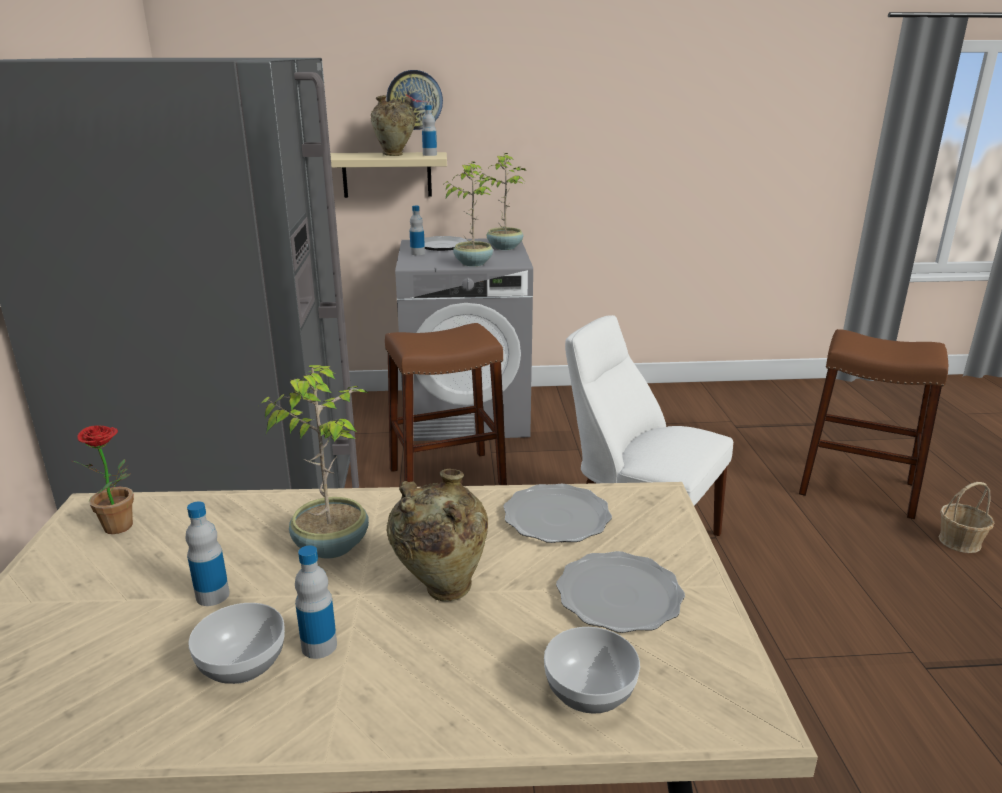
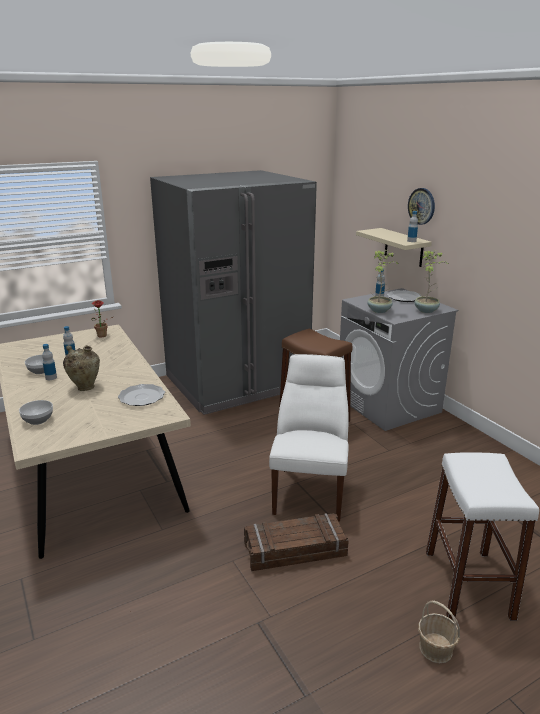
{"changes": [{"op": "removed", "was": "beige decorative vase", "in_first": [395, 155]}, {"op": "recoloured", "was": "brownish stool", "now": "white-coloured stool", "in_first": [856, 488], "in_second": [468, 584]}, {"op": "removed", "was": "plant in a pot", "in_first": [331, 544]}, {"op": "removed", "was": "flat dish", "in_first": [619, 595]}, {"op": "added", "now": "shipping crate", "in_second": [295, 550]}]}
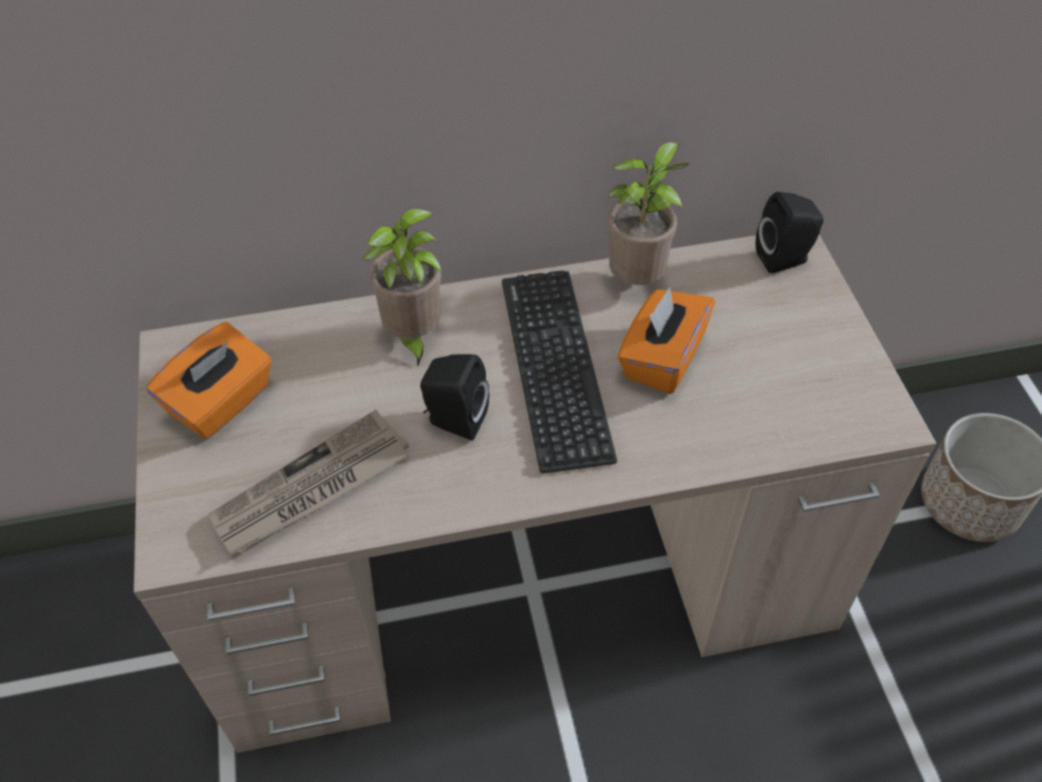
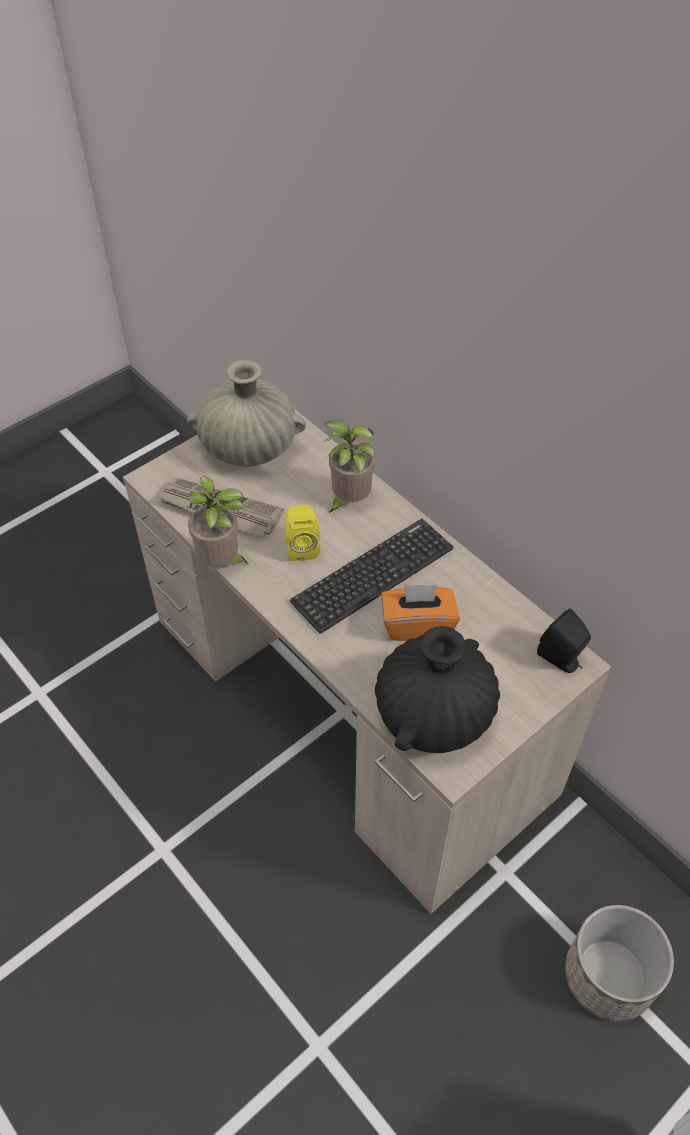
{"changes": [{"op": "moved", "was": "plant in a pot", "in_first": [638, 280], "in_second": [222, 563]}, {"op": "replaced", "was": "orange tissue holder", "now": "beige decorative vase", "in_first": [222, 403], "in_second": [249, 447]}, {"op": "recoloured", "was": "blackish loudspeaker", "now": "yellowish loudspeaker", "in_first": [454, 420], "in_second": [302, 546]}, {"op": "added", "now": "blackish decorative vase", "in_second": [433, 714]}]}
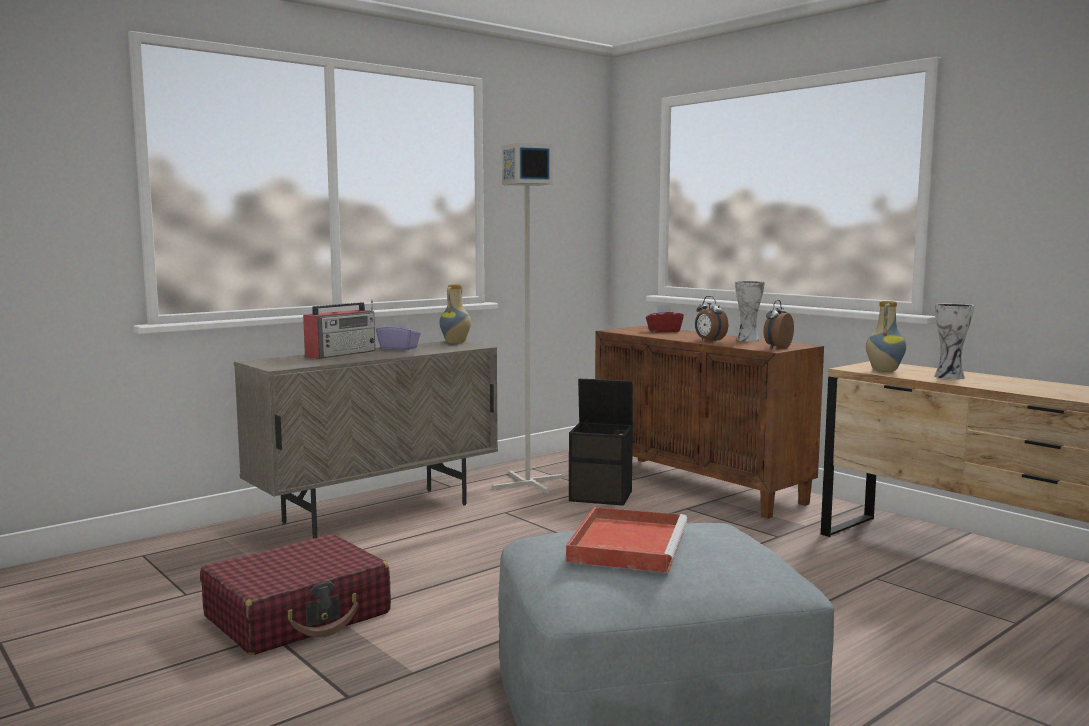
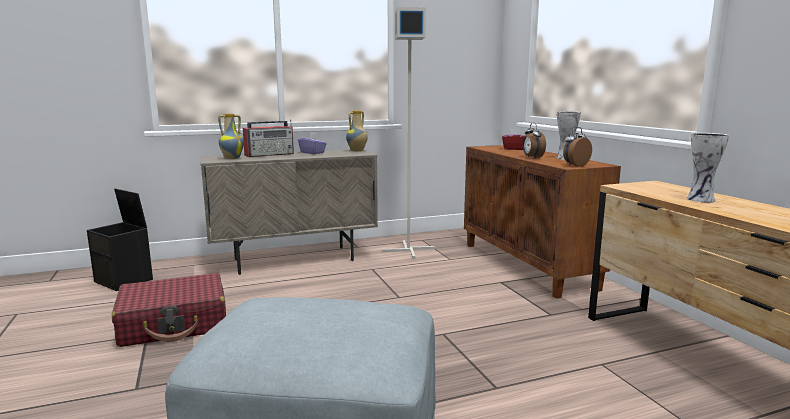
{"changes": [{"op": "moved", "was": "decorative vase", "in_first": [883, 370], "in_second": [232, 158]}, {"op": "moved", "was": "blackish storage bin", "in_first": [602, 496], "in_second": [125, 280]}, {"op": "removed", "was": "reddish tray", "in_first": [627, 544]}]}
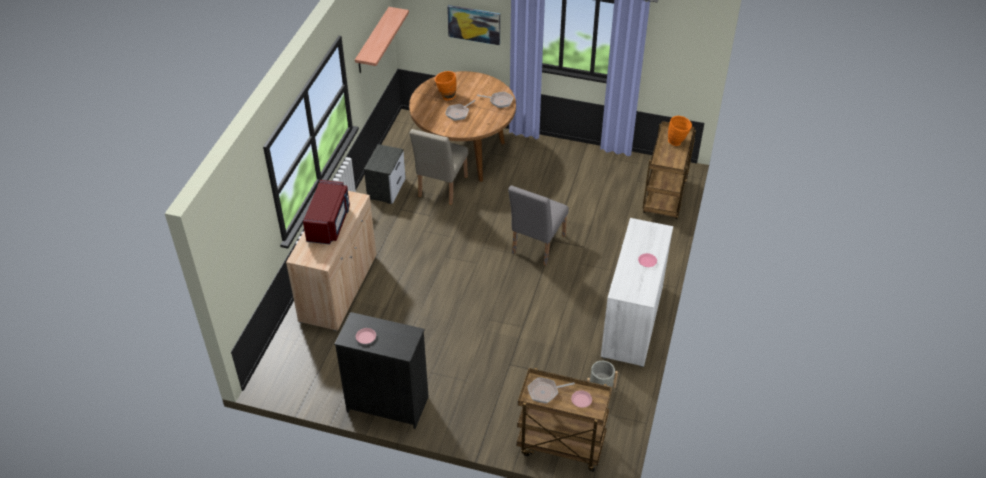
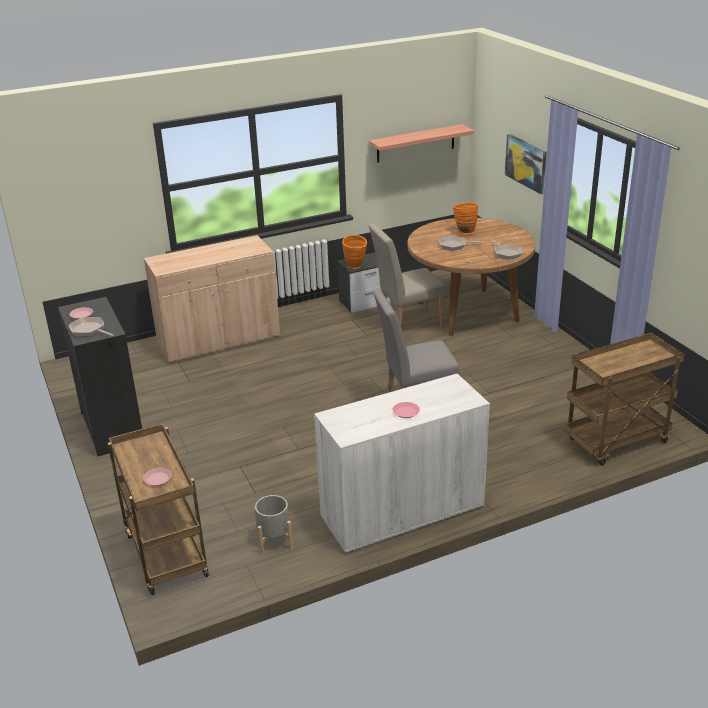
{"changes": [{"op": "moved", "was": "orange decorative vase", "in_first": [677, 143], "in_second": [355, 267]}, {"op": "removed", "was": "reddish kitchen microwave", "in_first": [329, 223]}, {"op": "moved", "was": "frying pan", "in_first": [545, 392], "in_second": [89, 330]}]}
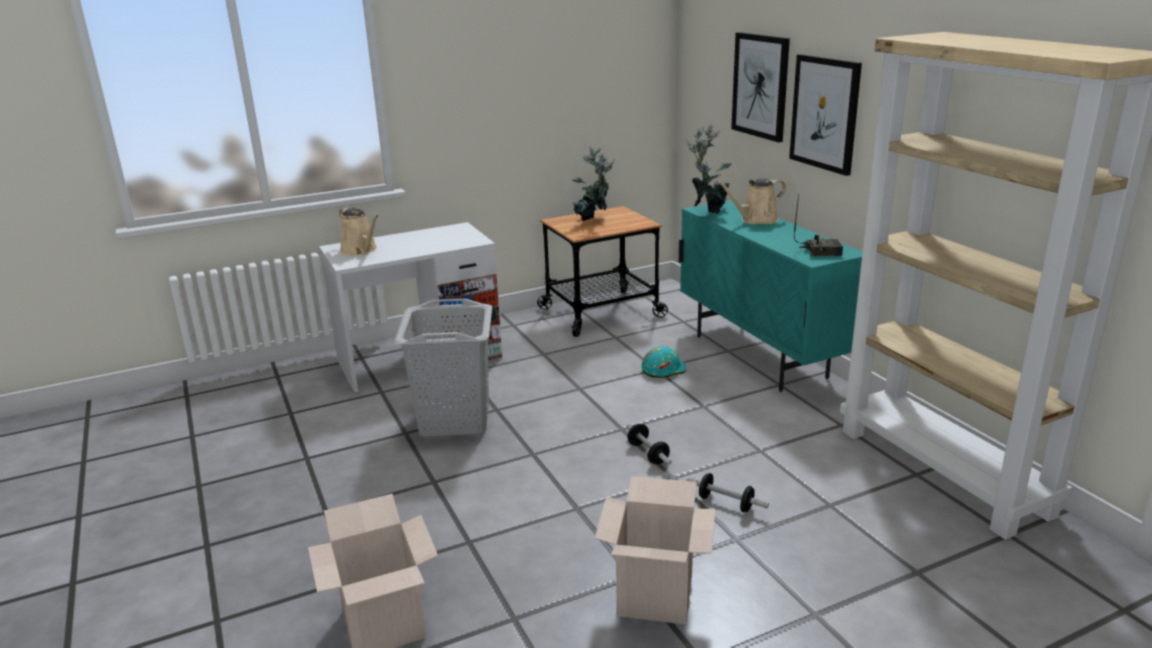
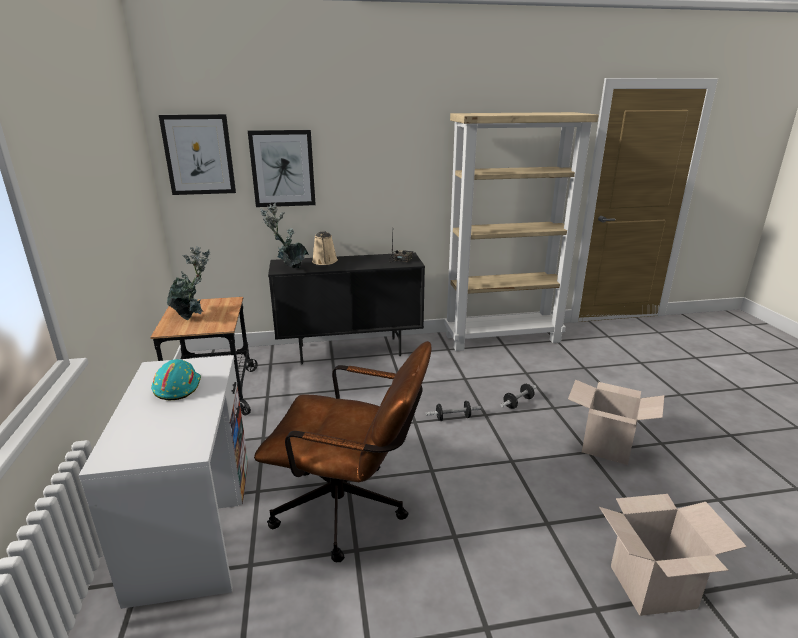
{"changes": [{"op": "moved", "was": "picture", "in_first": [825, 113], "in_second": [199, 155]}, {"op": "recoloured", "was": "turquoise storage cabinet", "now": "blackish storage cabinet", "in_first": [760, 356], "in_second": [350, 351]}, {"op": "removed", "was": "beige watering can", "in_first": [360, 250]}, {"op": "replaced", "was": "grey laundry basket", "now": "brownish computer chair", "in_first": [454, 420], "in_second": [351, 510]}, {"op": "moved", "was": "turquoise work helmet", "in_first": [663, 369], "in_second": [177, 387]}]}
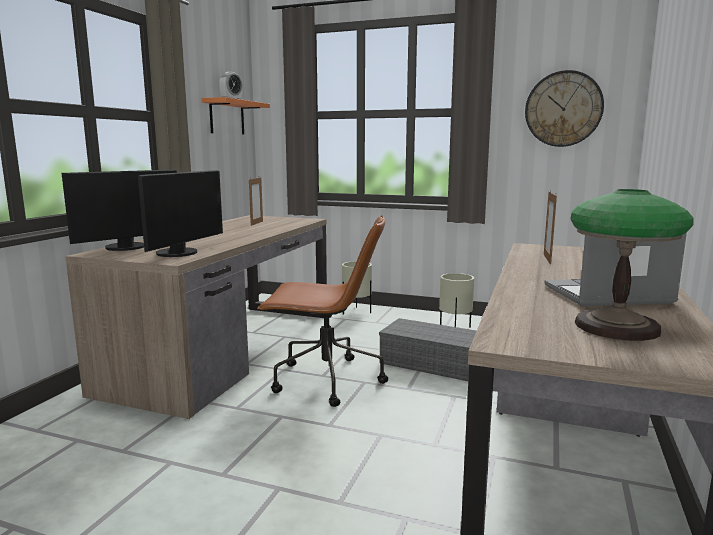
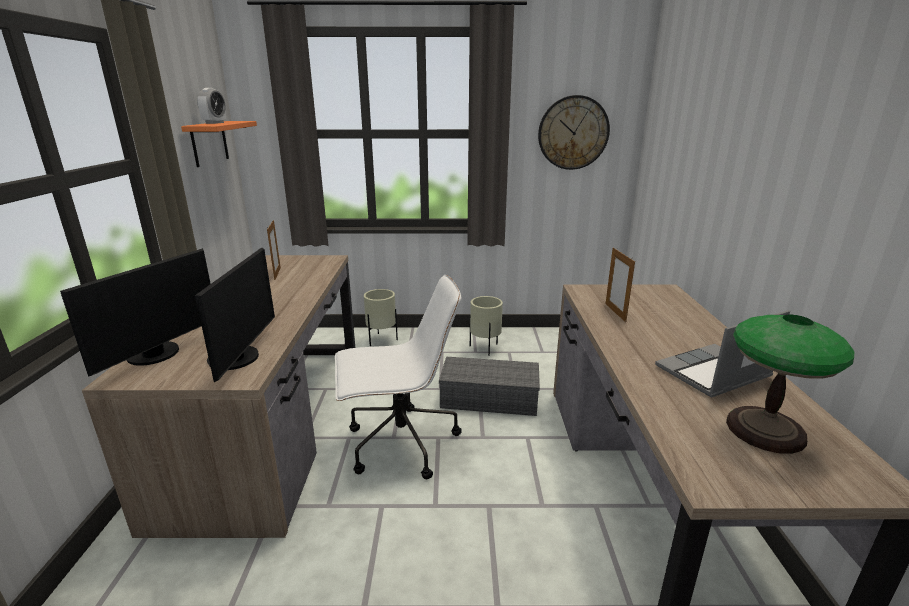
{"changes": [{"op": "recoloured", "was": "brownish computer chair", "now": "white-coloured computer chair", "in_first": [325, 380], "in_second": [400, 444]}]}
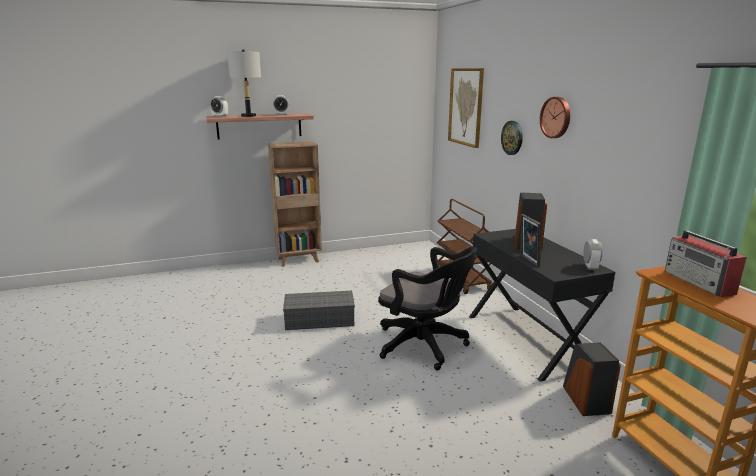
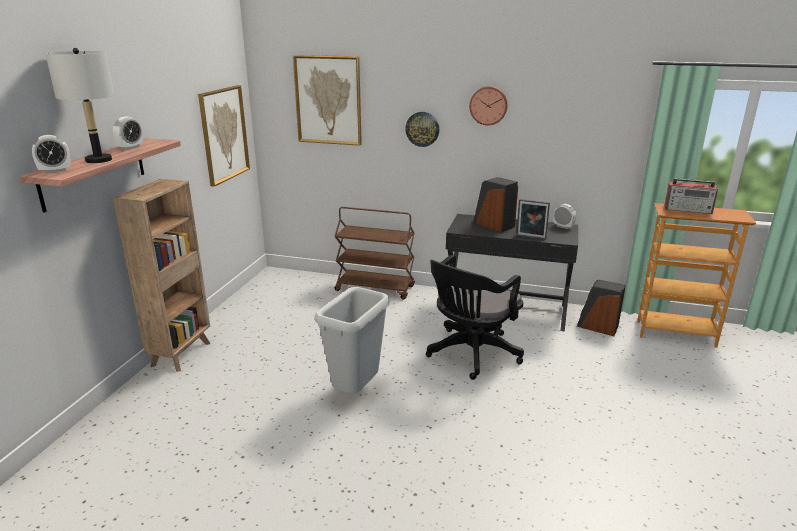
{"changes": [{"op": "turned", "was": "blackish computer chair", "in_first": [425, 346], "in_second": [470, 354], "clockwise": 150}, {"op": "replaced", "was": "grey storage bin", "now": "grey trash can", "in_first": [320, 319], "in_second": [355, 391]}, {"op": "added", "now": "picture", "in_second": [224, 134]}]}
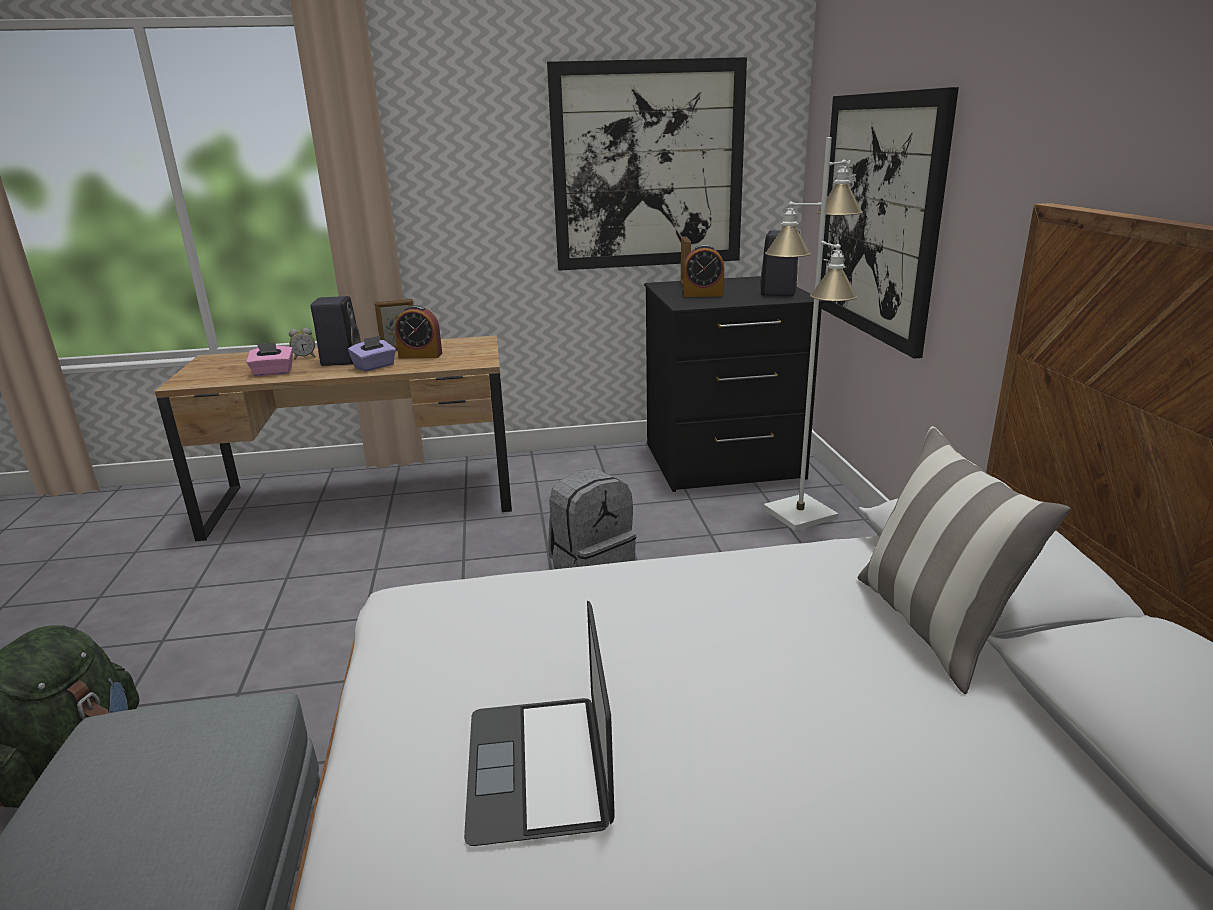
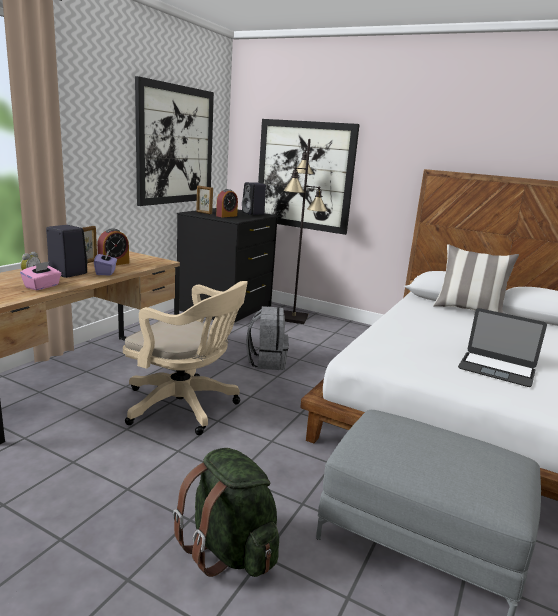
{"changes": [{"op": "recoloured", "was": "white-coloured standard lamp", "now": "blackish standard lamp", "in_first": [801, 514], "in_second": [294, 318]}, {"op": "added", "now": "beige computer chair", "in_second": [186, 407]}]}
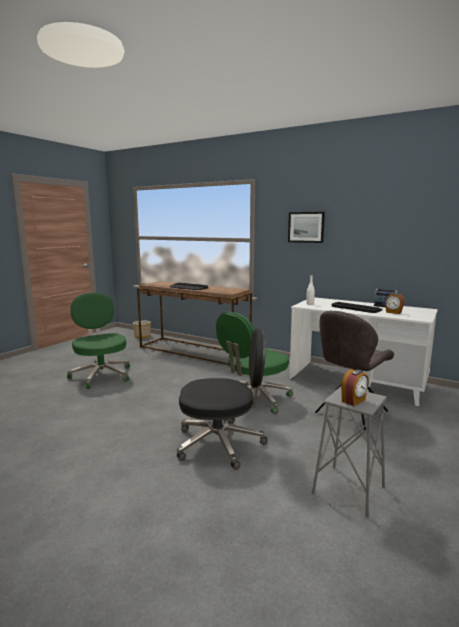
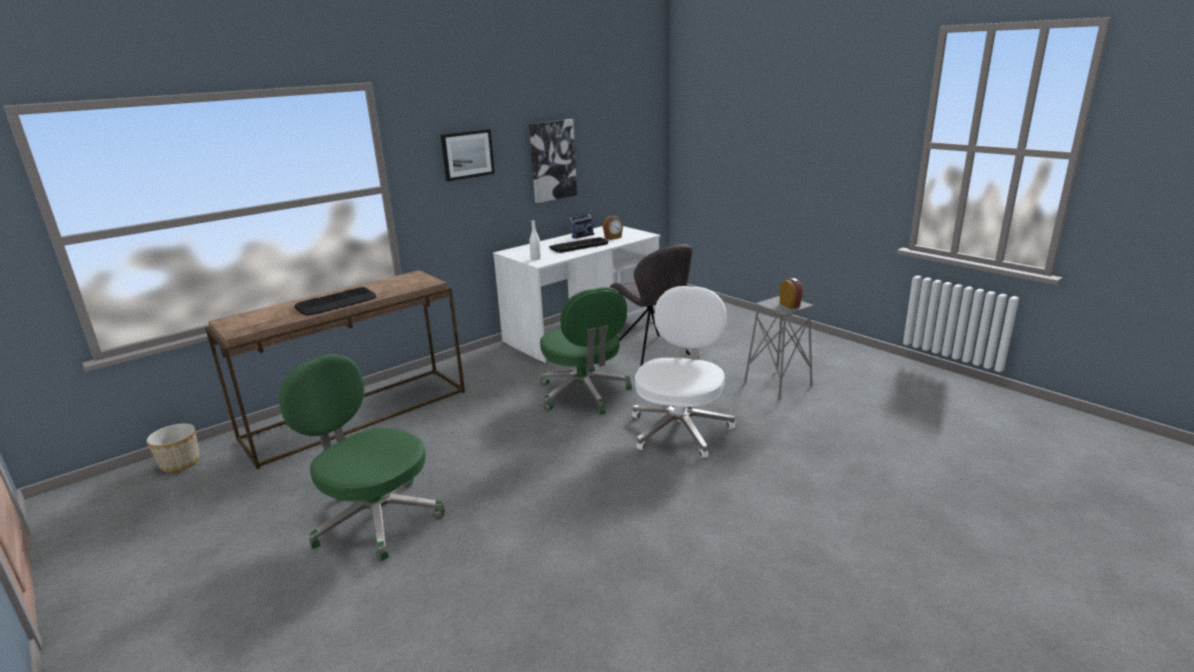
{"changes": [{"op": "turned", "was": "green computer chair", "in_first": [101, 375], "in_second": [375, 518], "clockwise": 45}, {"op": "recoloured", "was": "blackish computer chair", "now": "white-coloured computer chair", "in_first": [221, 443], "in_second": [680, 429]}, {"op": "added", "now": "picture", "in_second": [552, 160]}]}
